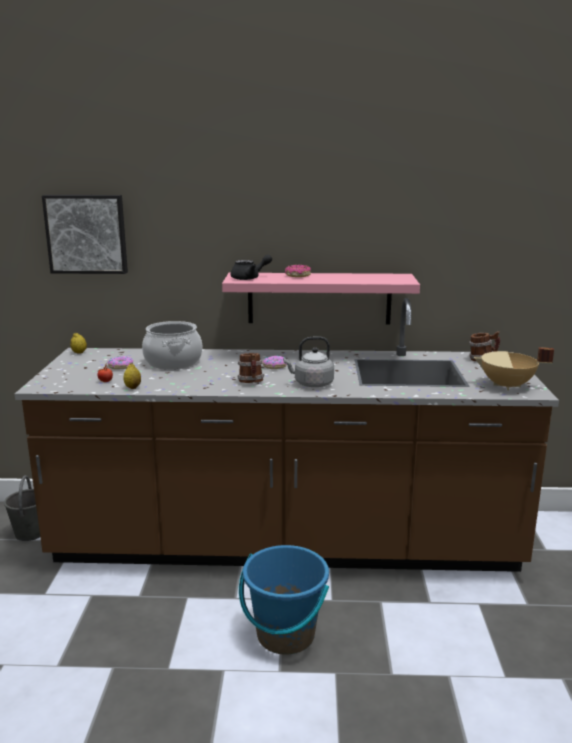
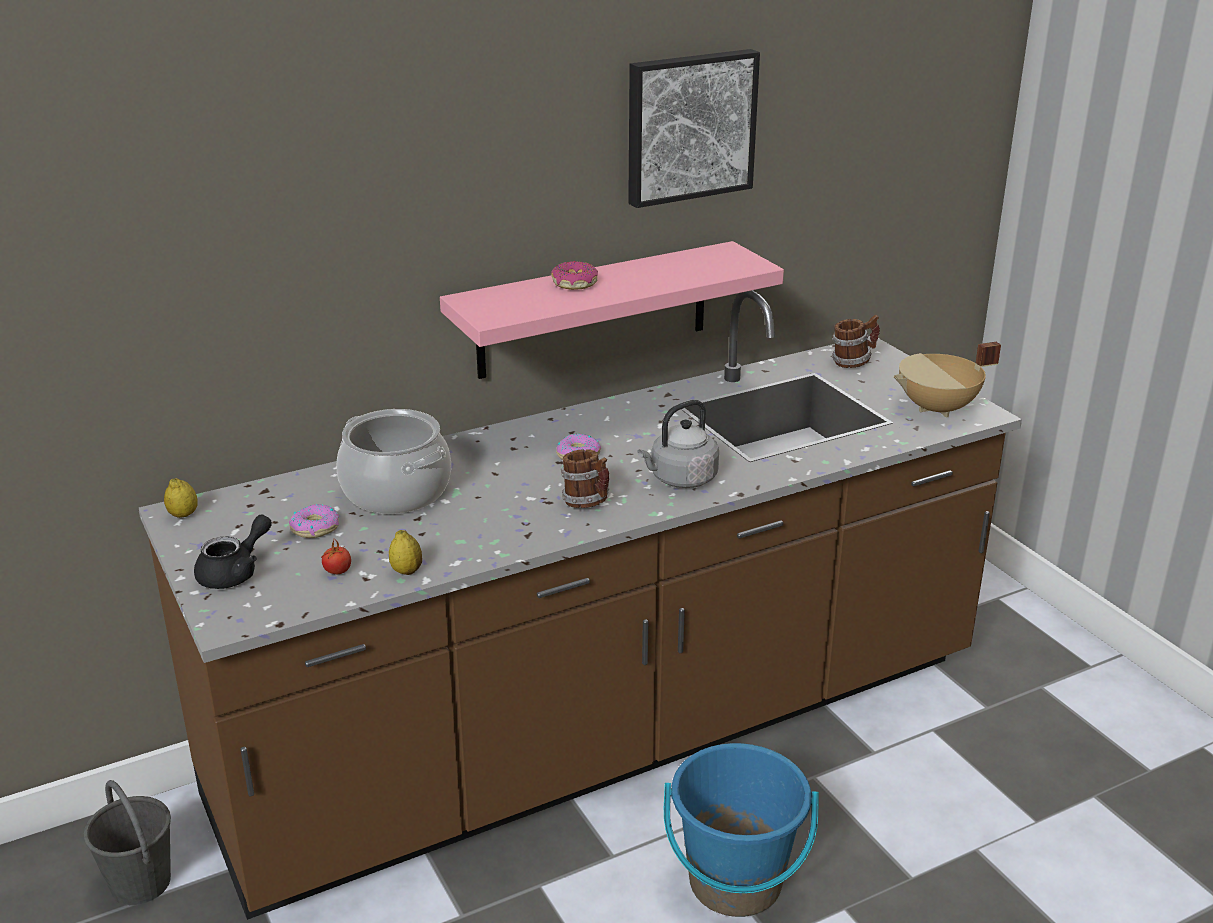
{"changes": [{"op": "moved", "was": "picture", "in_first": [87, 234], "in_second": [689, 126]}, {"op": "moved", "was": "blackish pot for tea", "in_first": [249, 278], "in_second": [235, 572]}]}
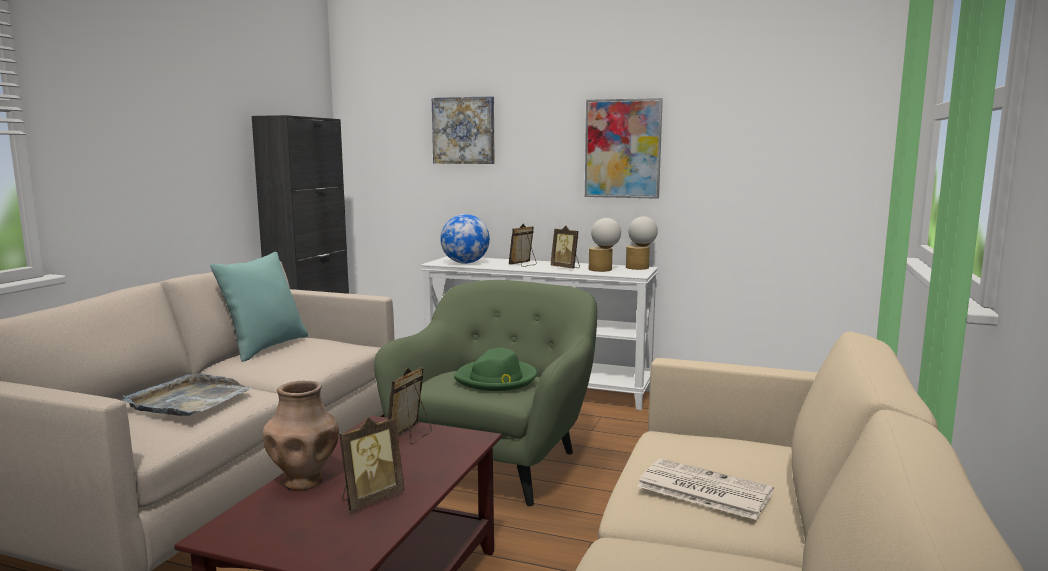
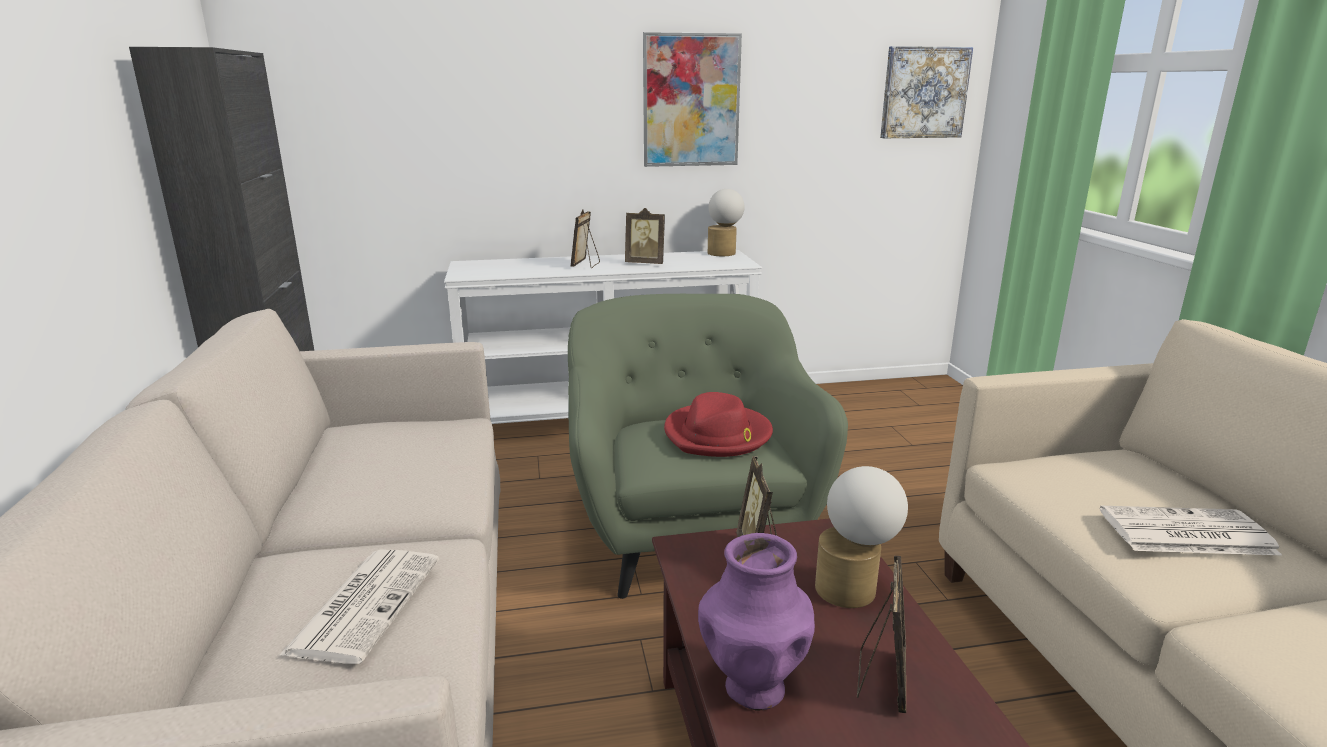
{"changes": [{"op": "moved", "was": "picture", "in_first": [464, 130], "in_second": [924, 93]}, {"op": "removed", "was": "world globe", "in_first": [465, 263]}, {"op": "moved", "was": "lamp for a table", "in_first": [603, 270], "in_second": [854, 589]}, {"op": "removed", "was": "turquoise cushion", "in_first": [265, 348]}, {"op": "recoloured", "was": "green clothing hat", "now": "reddish clothing hat", "in_first": [496, 379], "in_second": [718, 435]}, {"op": "replaced", "was": "grey tray", "now": "printed paper", "in_first": [189, 400], "in_second": [366, 603]}, {"op": "recoloured", "was": "brownish decorative vase", "now": "purplish decorative vase", "in_first": [304, 481], "in_second": [754, 686]}]}
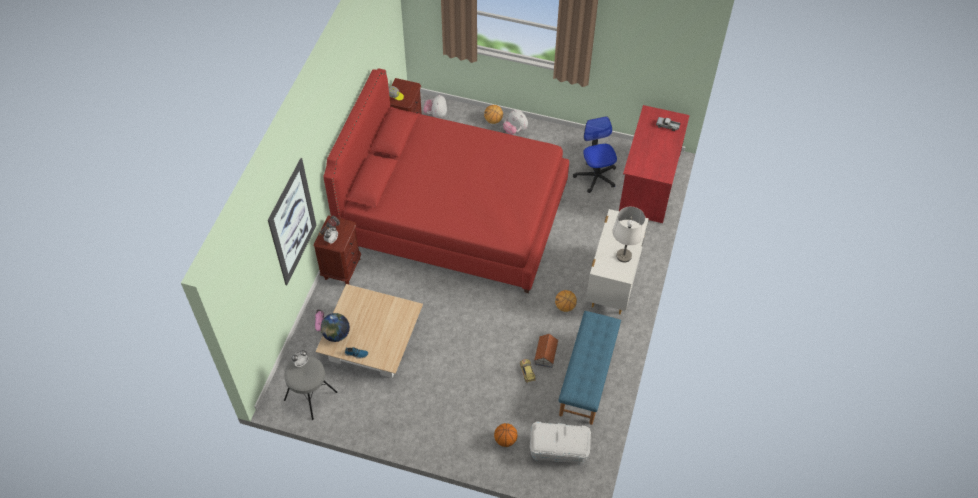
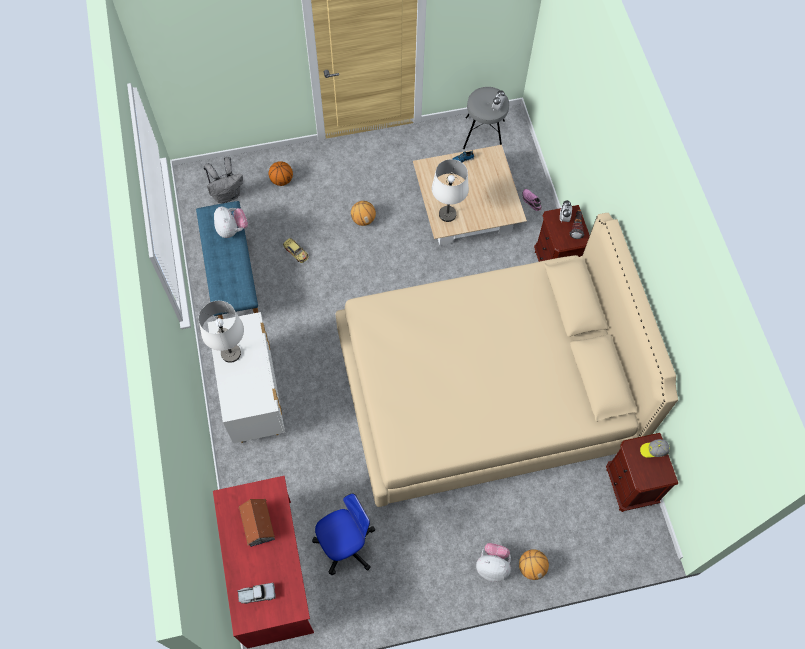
{"changes": [{"op": "recoloured", "was": "reddish bedroom bed", "now": "beige bedroom bed", "in_first": [454, 215], "in_second": [484, 391]}, {"op": "moved", "was": "soft toy", "in_first": [436, 114], "in_second": [232, 229]}, {"op": "turned", "was": "computer chair", "in_first": [596, 176], "in_second": [345, 544], "clockwise": -75}, {"op": "removed", "was": "picture", "in_first": [292, 222]}, {"op": "moved", "was": "basketball", "in_first": [565, 306], "in_second": [363, 219]}, {"op": "removed", "was": "world globe", "in_first": [336, 334]}, {"op": "moved", "was": "miniature house", "in_first": [545, 354], "in_second": [258, 524]}, {"op": "replaced", "was": "white-coloured storage bin", "now": "grey backpack", "in_first": [558, 450], "in_second": [227, 194]}, {"op": "added", "now": "white-coloured lamp for a table", "in_second": [447, 214]}]}
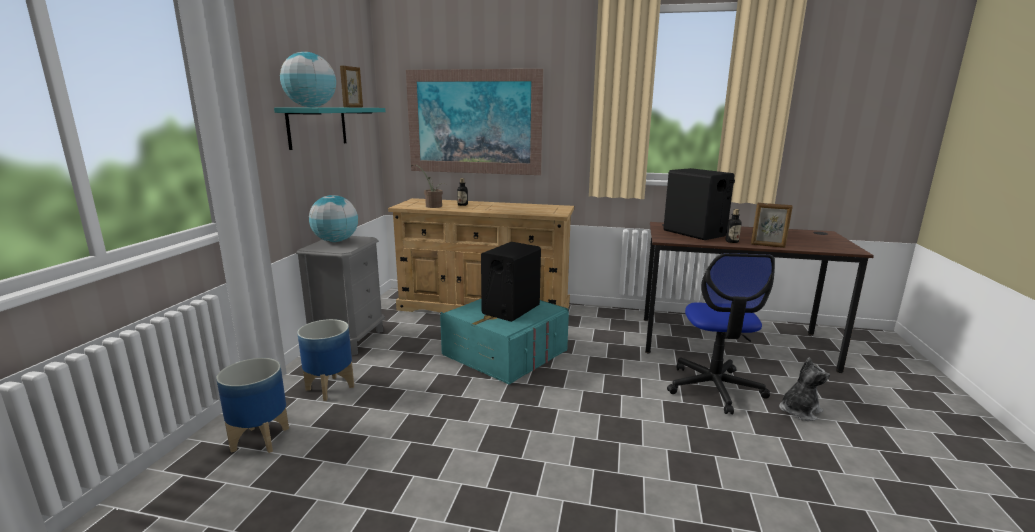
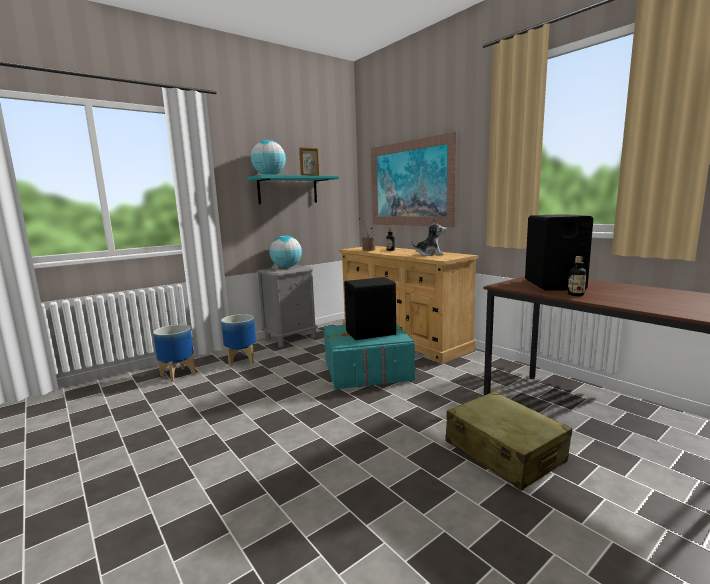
{"changes": [{"op": "removed", "was": "picture frame", "in_first": [767, 245]}, {"op": "replaced", "was": "computer chair", "now": "beige travel case", "in_first": [714, 388], "in_second": [504, 452]}, {"op": "moved", "was": "soft toy", "in_first": [799, 411], "in_second": [430, 254]}]}
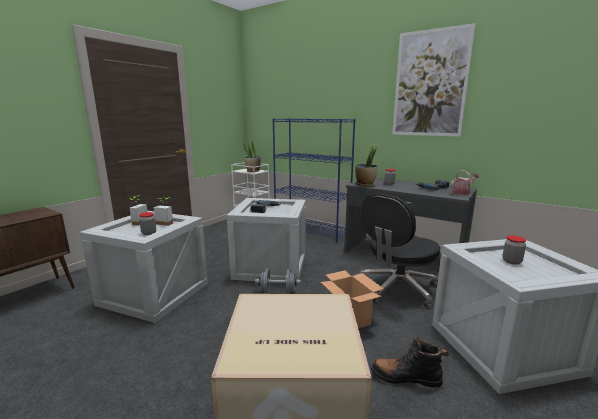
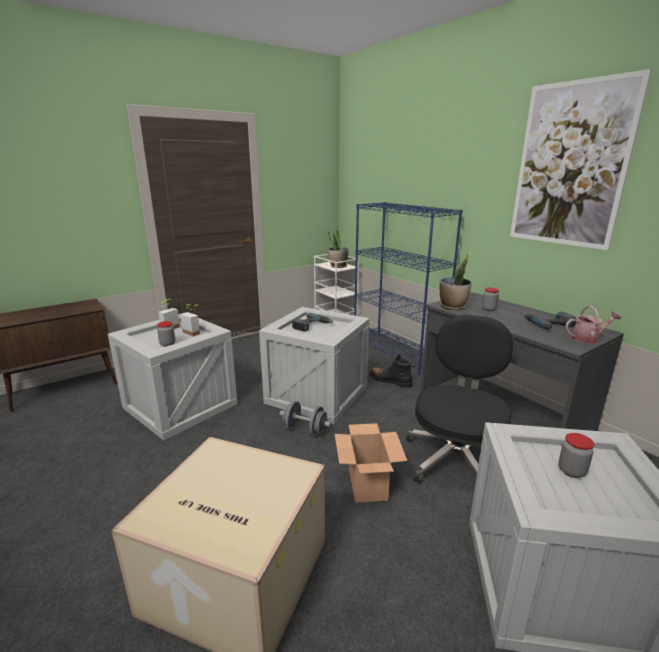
{"changes": [{"op": "turned", "was": "blackish computer chair", "in_first": [397, 289], "in_second": [456, 459], "clockwise": 135}, {"op": "moved", "was": "blackish boot", "in_first": [406, 377], "in_second": [390, 381]}]}
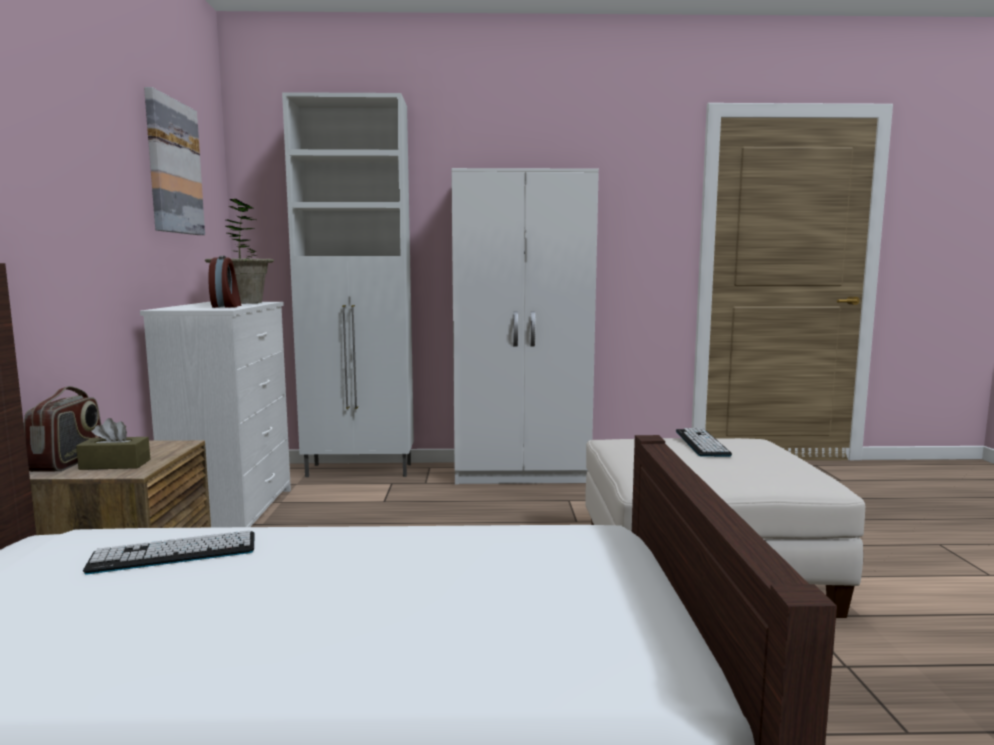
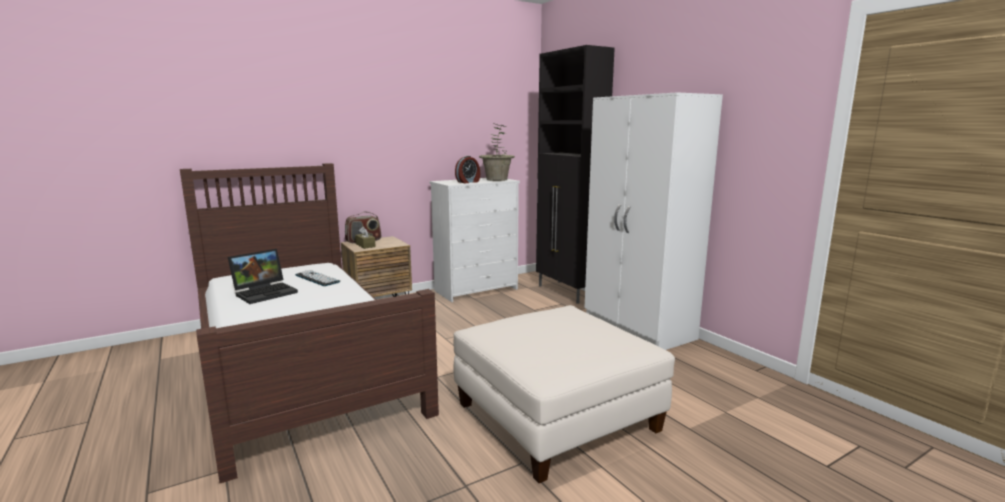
{"changes": [{"op": "removed", "was": "picture", "in_first": [173, 167]}, {"op": "recoloured", "was": "white-coloured storage cabinet", "now": "blackish storage cabinet", "in_first": [361, 470], "in_second": [568, 292]}, {"op": "removed", "was": "PC keyboard", "in_first": [701, 443]}, {"op": "added", "now": "notebook computer", "in_second": [266, 292]}]}
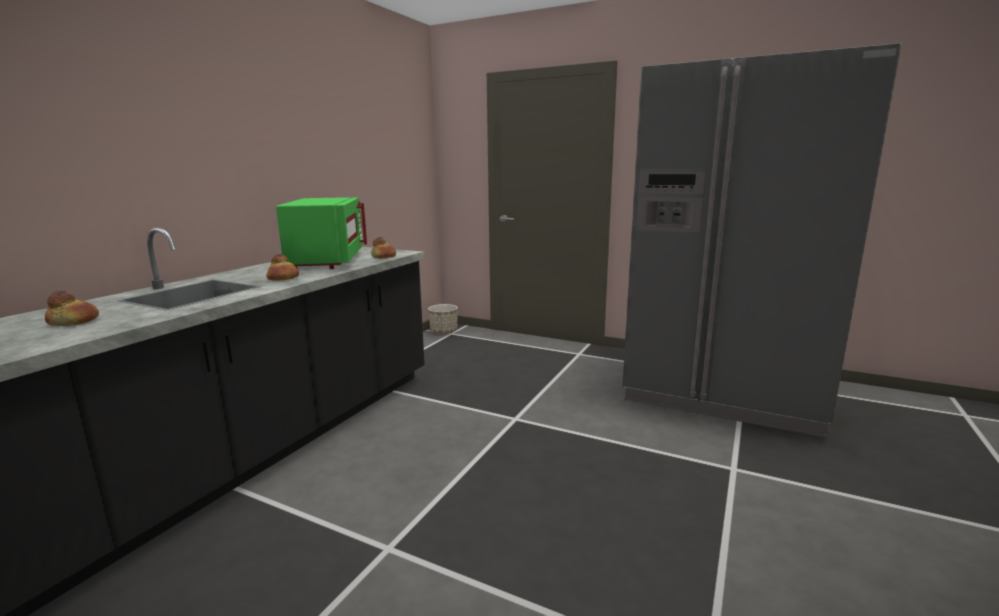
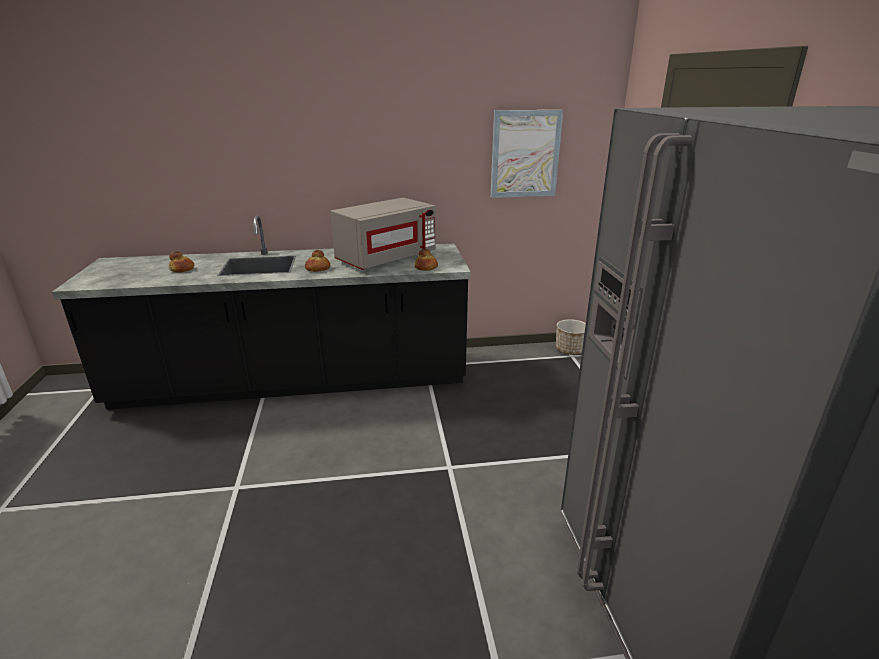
{"changes": [{"op": "recoloured", "was": "green kitchen microwave", "now": "grey kitchen microwave", "in_first": [326, 261], "in_second": [386, 258]}, {"op": "added", "now": "picture", "in_second": [525, 154]}]}
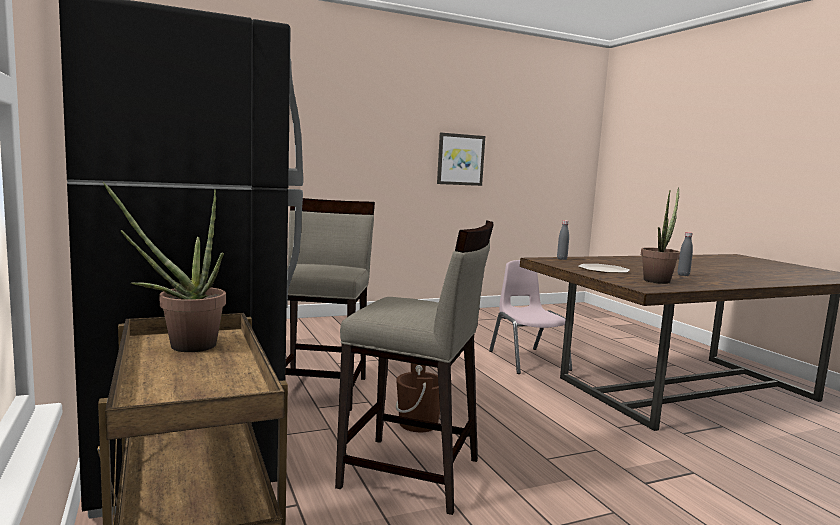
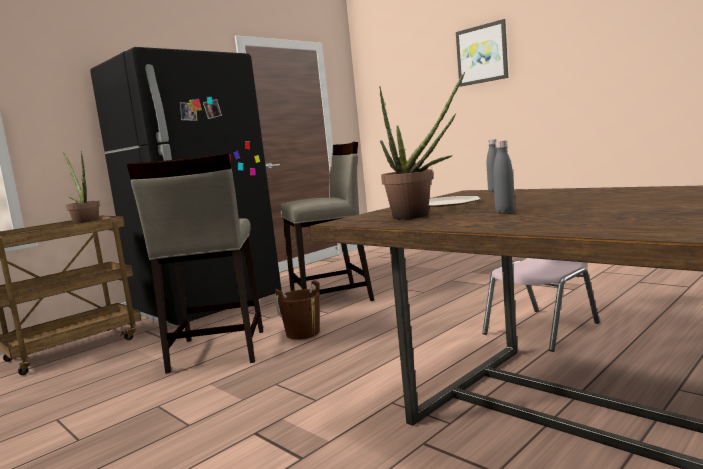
{"changes": [{"op": "moved", "was": "picture", "in_first": [460, 159], "in_second": [482, 54]}]}
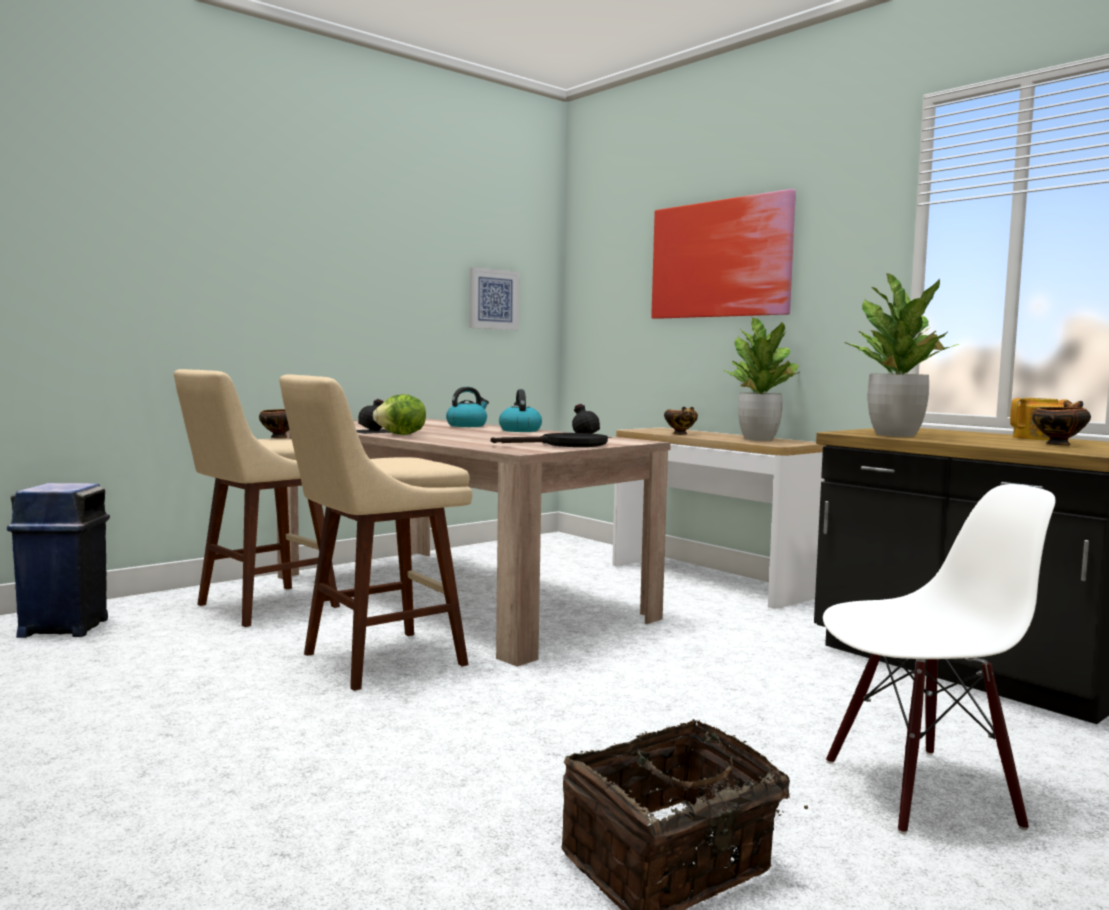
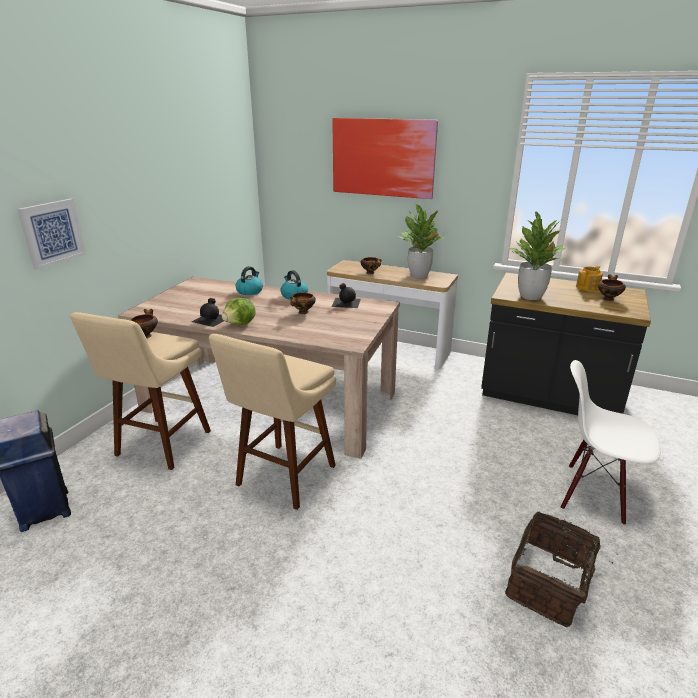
{"changes": [{"op": "moved", "was": "picture", "in_first": [493, 299], "in_second": [52, 233]}, {"op": "removed", "was": "blackish frying pan", "in_first": [565, 444]}, {"op": "turned", "was": "white-coloured plain chair", "in_first": [920, 791], "in_second": [593, 494], "clockwise": -120}, {"op": "added", "now": "deep dish", "in_second": [303, 313]}]}
